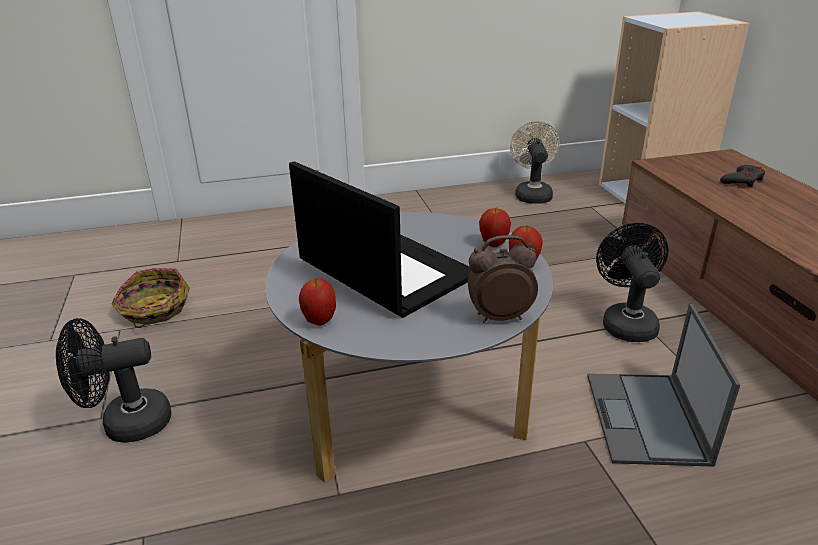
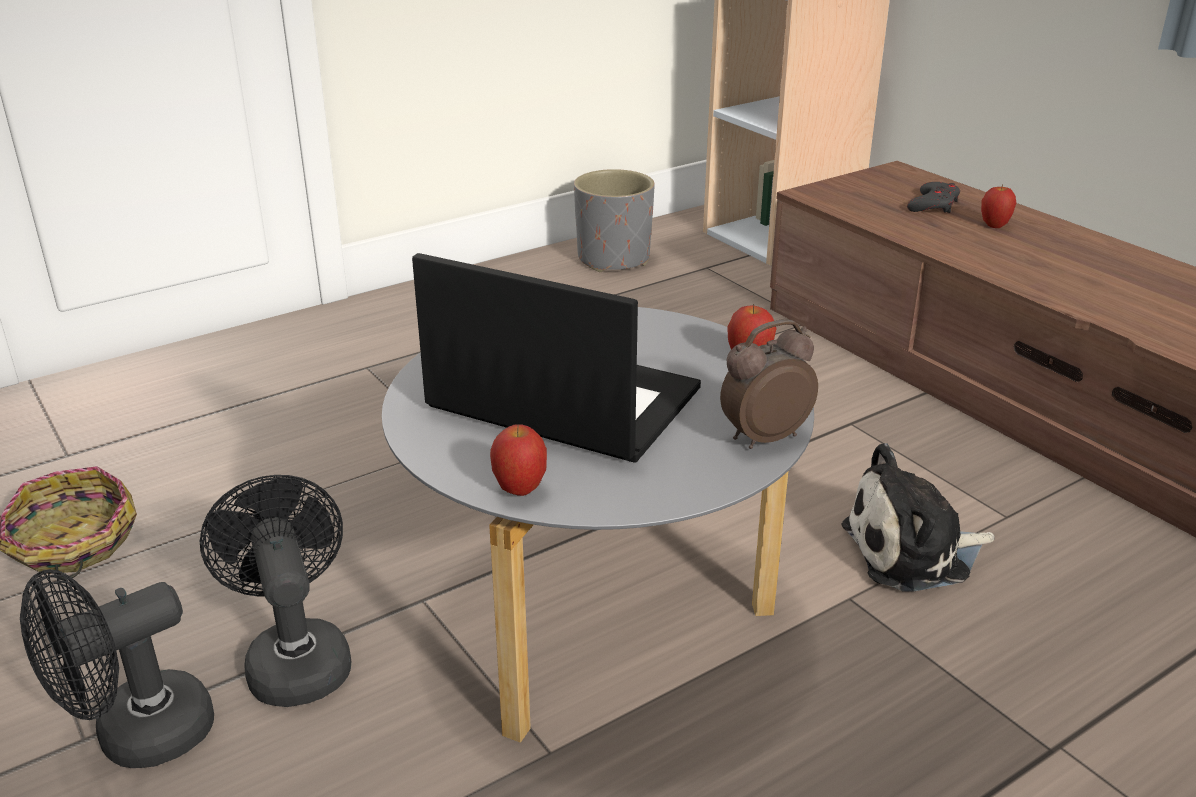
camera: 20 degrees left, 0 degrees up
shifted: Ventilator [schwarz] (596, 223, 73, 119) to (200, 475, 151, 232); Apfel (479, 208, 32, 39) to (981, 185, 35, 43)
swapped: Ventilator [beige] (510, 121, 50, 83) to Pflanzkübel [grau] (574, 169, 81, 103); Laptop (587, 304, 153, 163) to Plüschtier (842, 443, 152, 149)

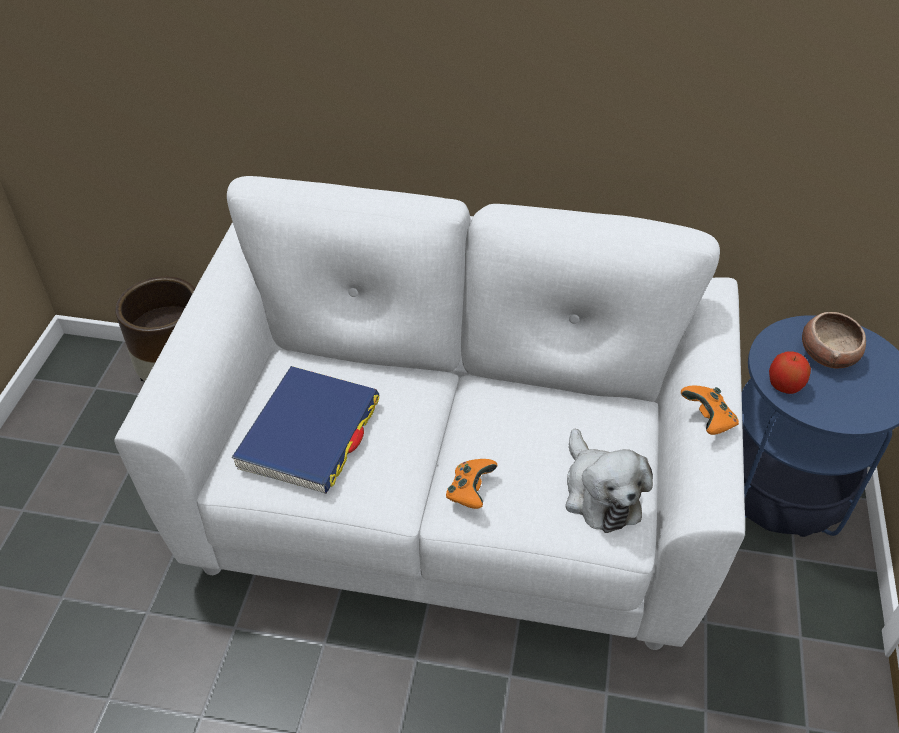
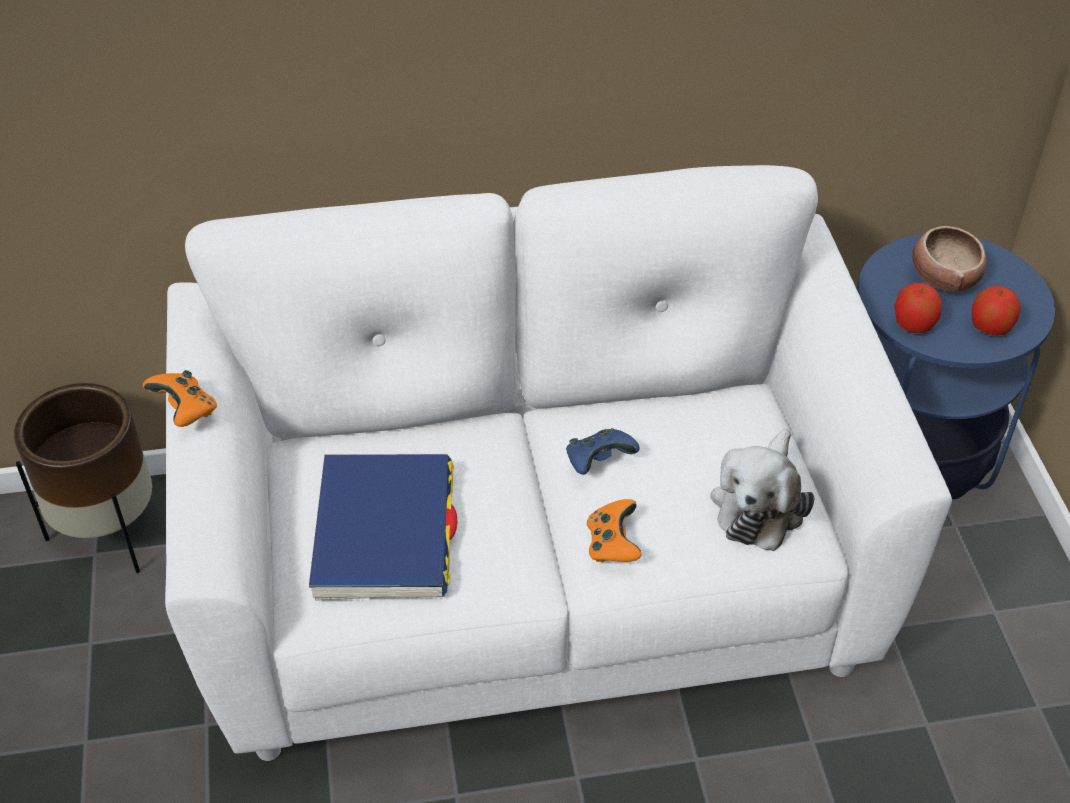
camera: 20 degrees left, 0 degrees up
new: Gamepad [blau] (566, 428, 74, 47); Apfel (972, 286, 49, 49)
shifted: Gamepad [orange] (681, 385, 58, 50) to (143, 370, 74, 57)
rotated: Plüschtier (565, 429, 88, 104) = (710, 429, 104, 122) 60 degrees clockwise

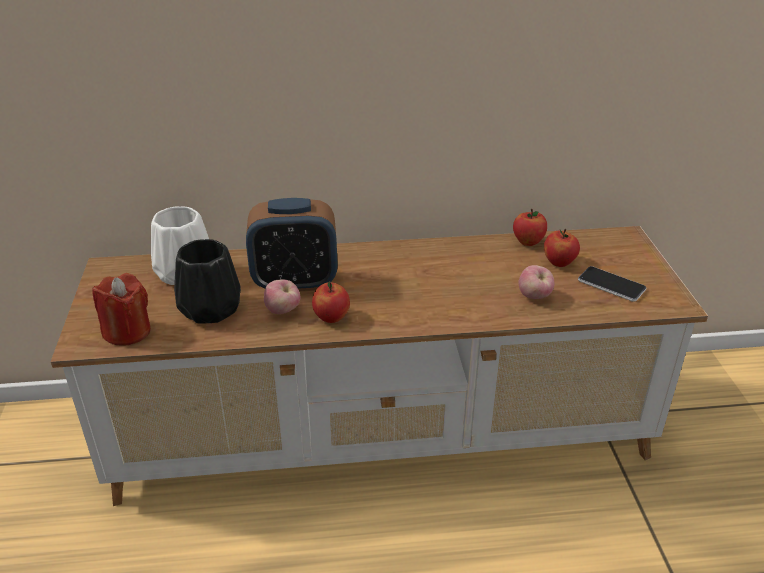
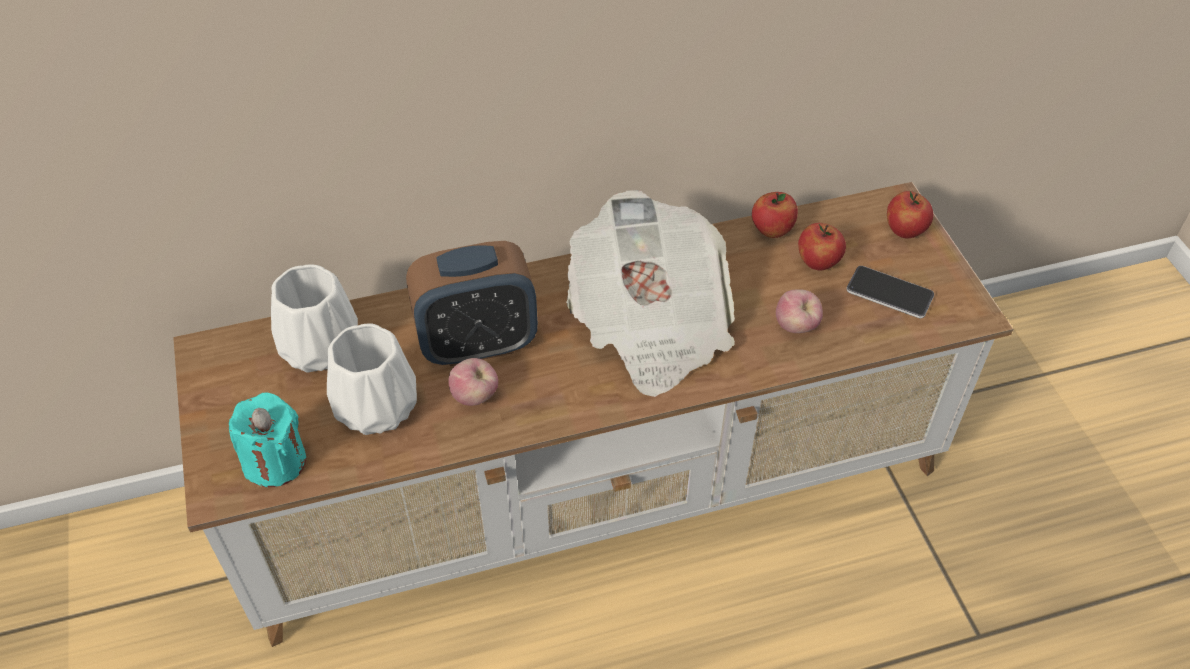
camera: 10 degrees left, 15 degrees up
new: Zeitung (566, 190, 169, 207)
shifted: Apfel (312, 281, 38, 42) to (887, 191, 46, 47)
repainted: Kerze [rot] (92, 273, 59, 73) to Kerze [türkis] (229, 392, 77, 95); Vase [schwarz] (174, 239, 67, 85) to Vase [weiß] (327, 323, 90, 112)

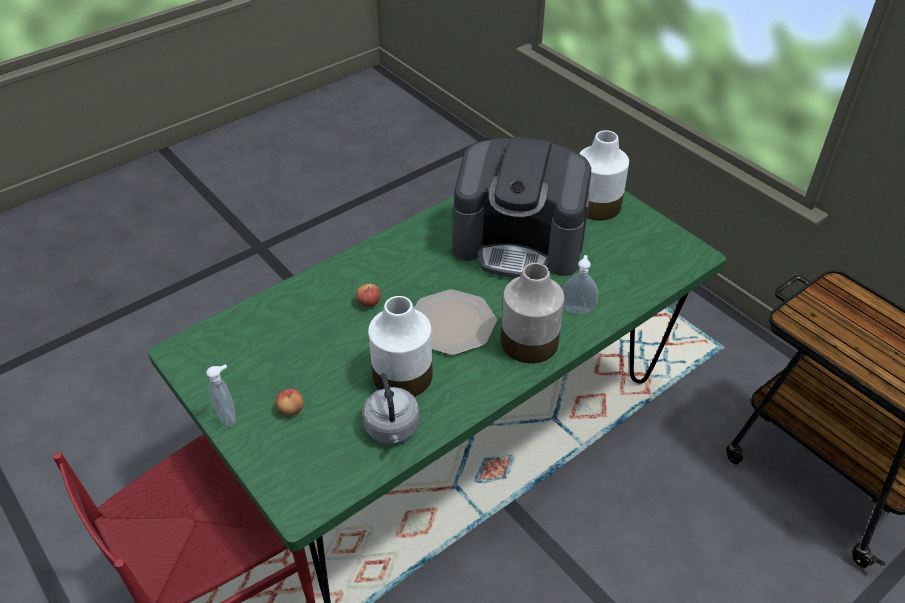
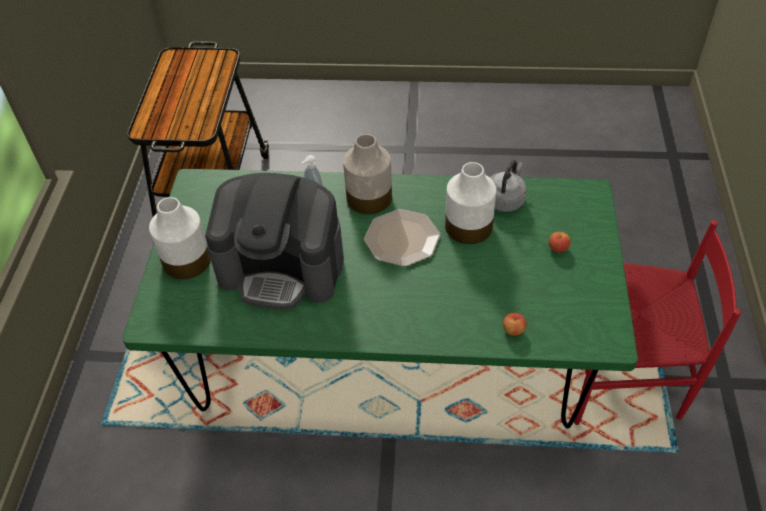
camera: 135 degrees left, 5 degrees up
gone: Seifenspender (206, 364, 30, 63)
shifted: Apfel (356, 284, 25, 23) to (503, 313, 24, 23)
rotated: Kaffeemaschine (453, 137, 138, 141) = (205, 173, 139, 136) 135 degrees clockwise

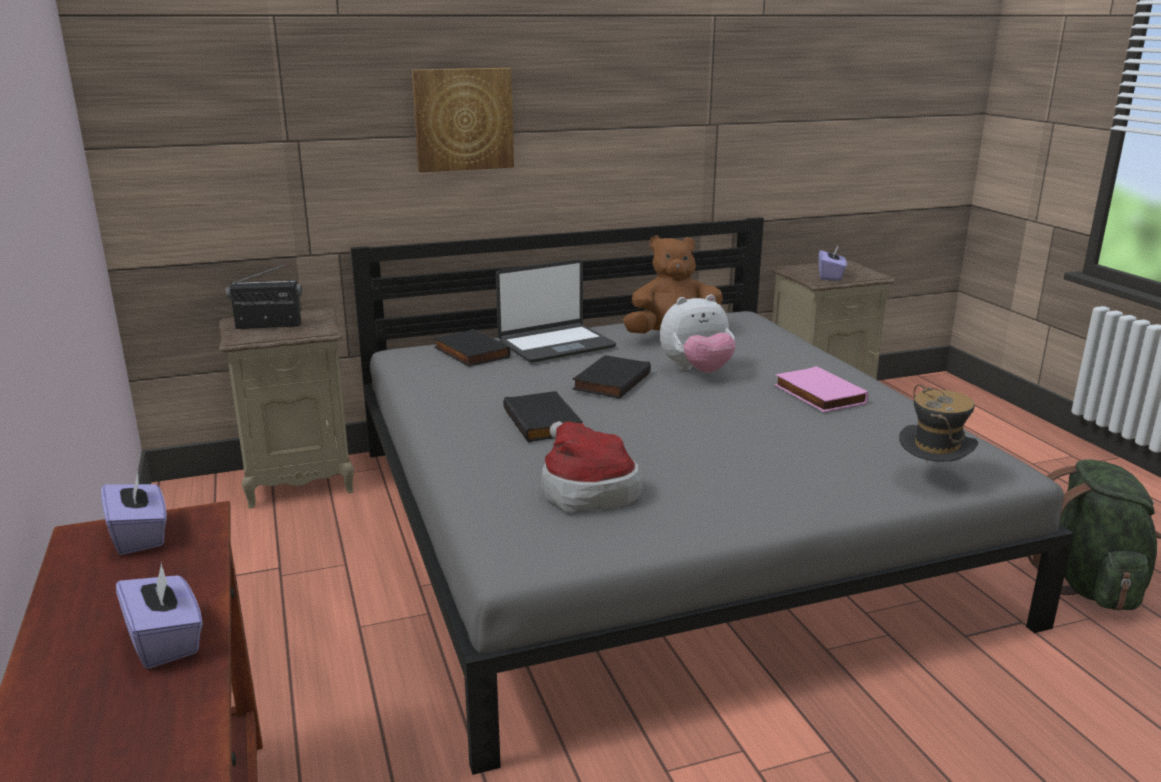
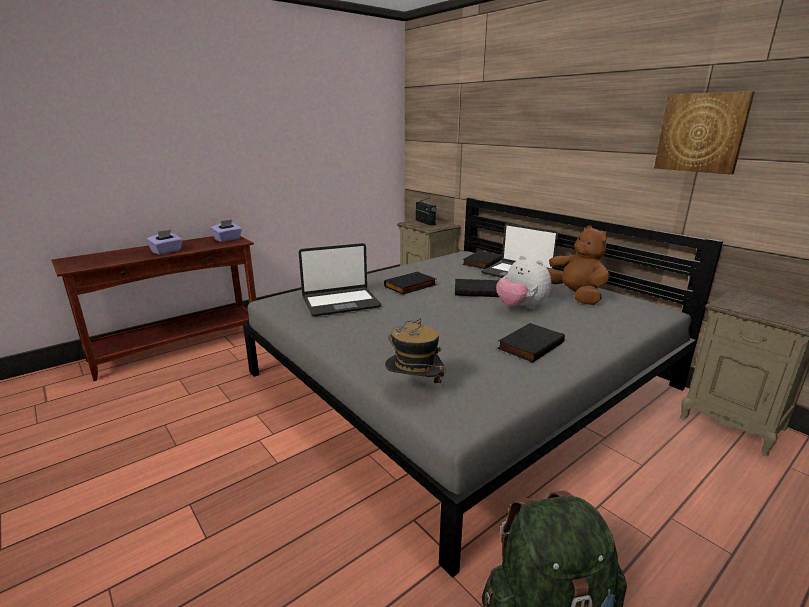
camera: 70 degrees right, 0 degrees up
gone: Taschentuchbox [lila] (819, 246, 28, 35)
shifted: Bild (412, 68, 102, 104) to (654, 91, 101, 83)
swapped: Hut (542, 421, 101, 90) to Laptop (299, 243, 82, 73)
repainted: Buch [rosa] (775, 366, 94, 46) to Buch [schwarz] (498, 323, 67, 40)

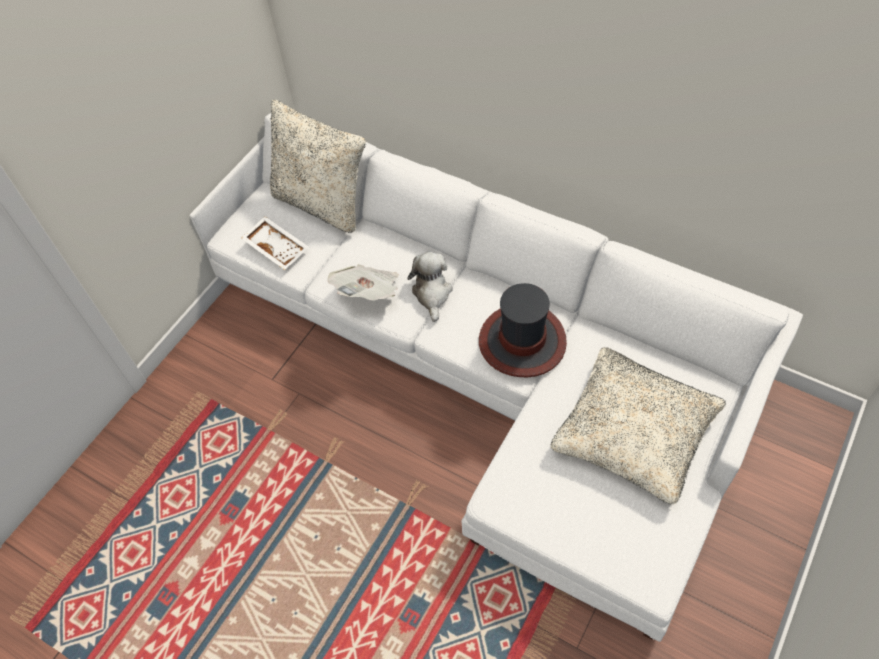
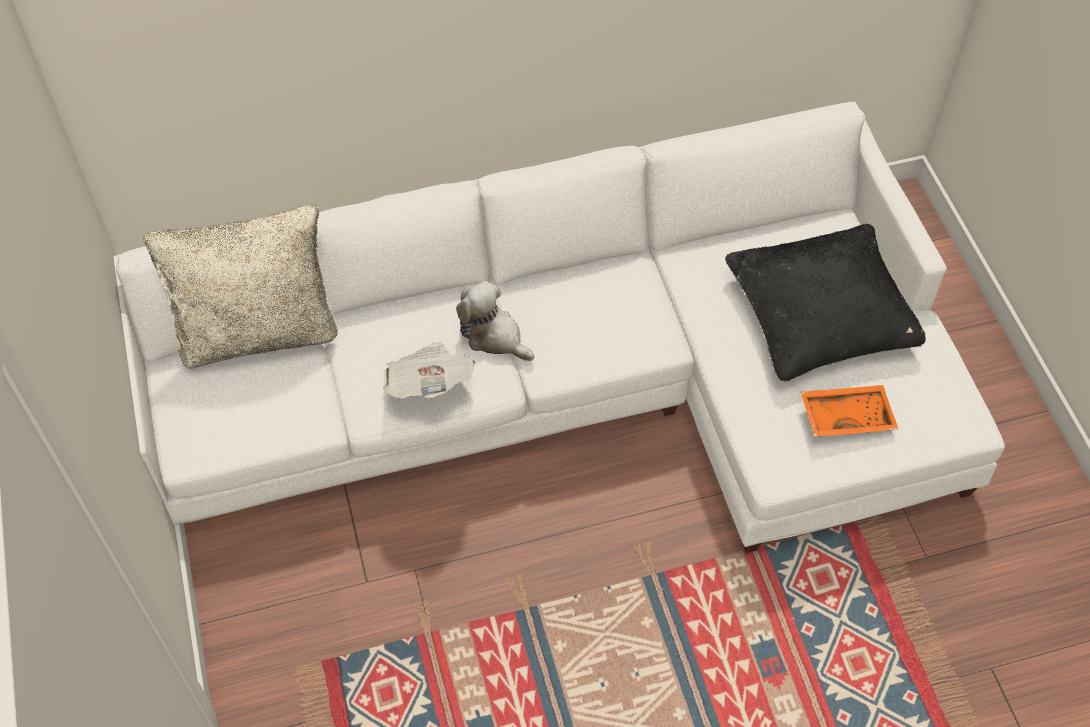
camera: 50 degrees left, 0 degrees up
gone: Tablett [weiß] (241, 216, 67, 54); Hut (479, 283, 88, 94)
new: Tablett [orange] (800, 385, 99, 52)
repainted: Kissen [beige] (550, 347, 176, 158) to Kissen [schwarz] (725, 224, 201, 157)

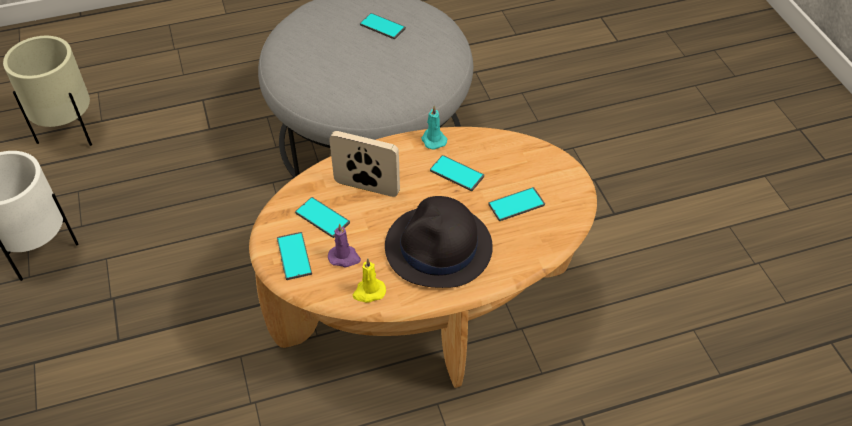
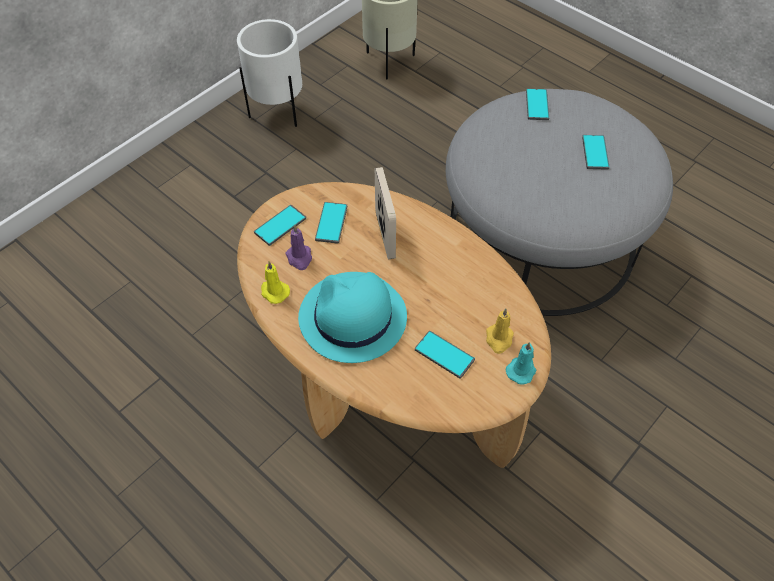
camera: 60 degrees right, 5 degrees up
new: Kerze [gelb] (486, 308, 28, 46)
shifted: Kerze [türkis] (421, 106, 26, 44) to (506, 342, 31, 43); Handy (430, 155, 54, 36) to (526, 89, 23, 31)
repainted: Hut [schwarz] (385, 196, 108, 92) to Hut [türkis] (298, 272, 109, 91)

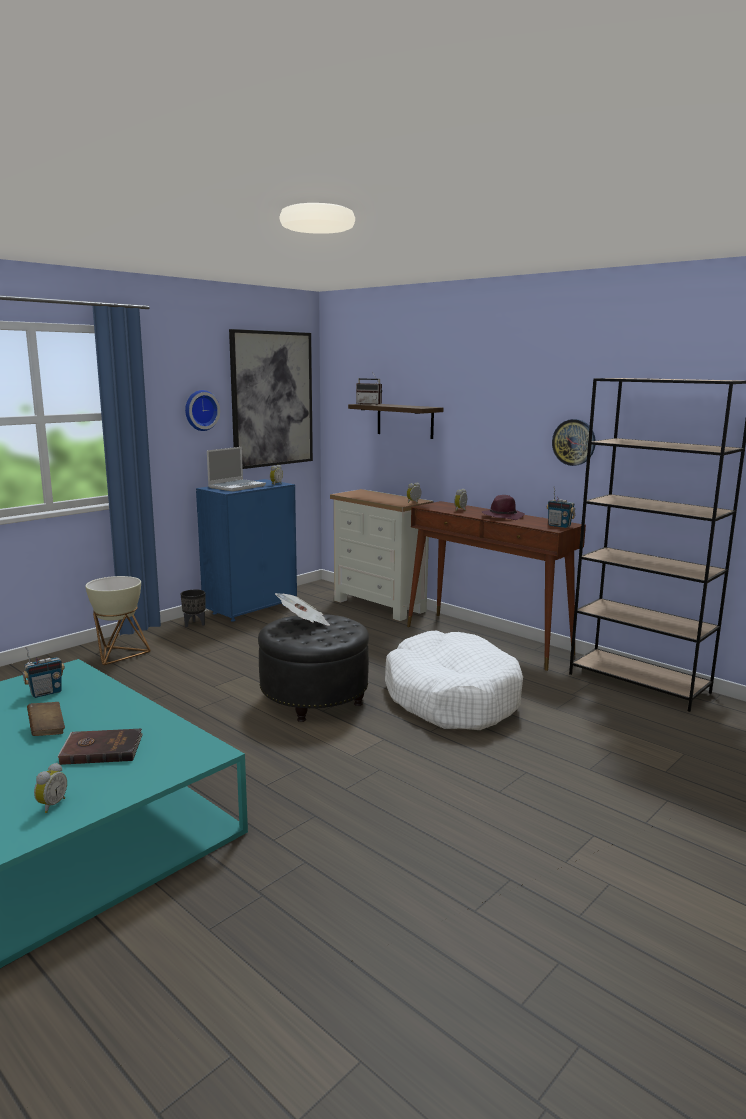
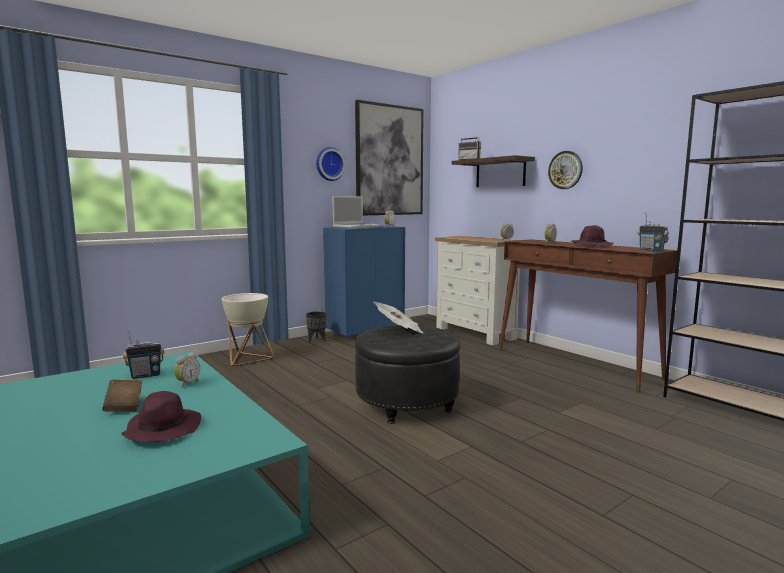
camera: 10 degrees right, 5 degrees down
gone: Hundebett [weiß] (385, 631, 138, 99)
shifted: Wecker (34, 763, 33, 50) to (174, 352, 26, 36); Wanduhr (552, 419, 44, 47) to (548, 151, 35, 38)
swapped: Buch [braun] (58, 729, 85, 36) to Hut [lila] (121, 391, 80, 51)

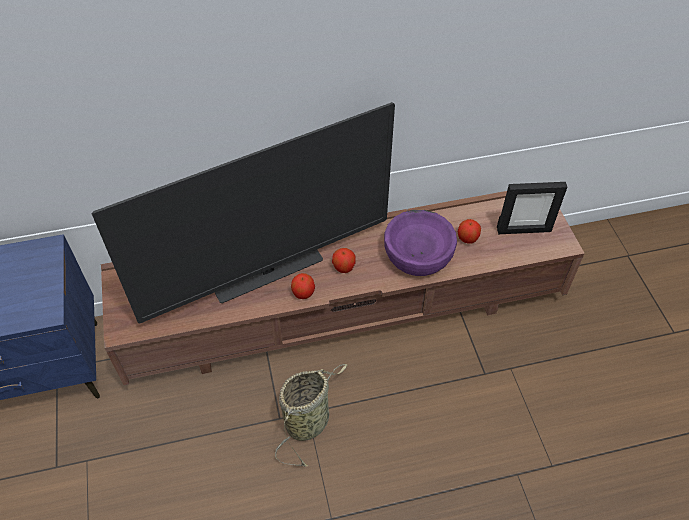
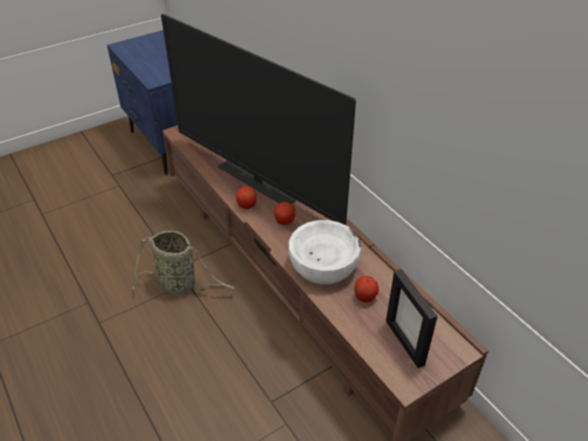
camera: 70 degrees right, 10 degrees down
repainted: Schüssel [lila] (384, 210, 73, 66) to Schüssel [weiß] (288, 220, 73, 64)

